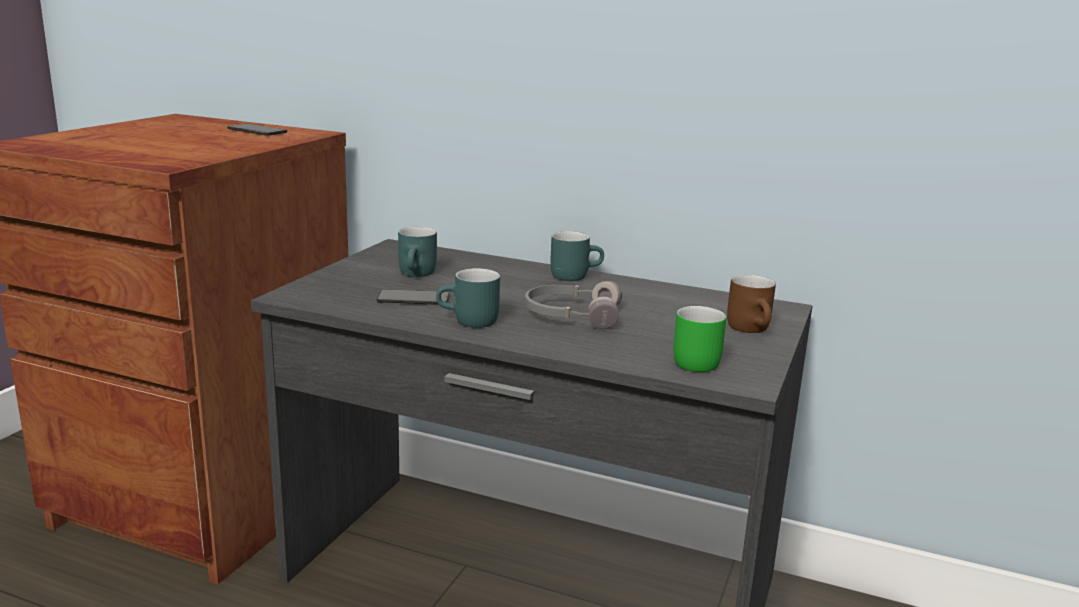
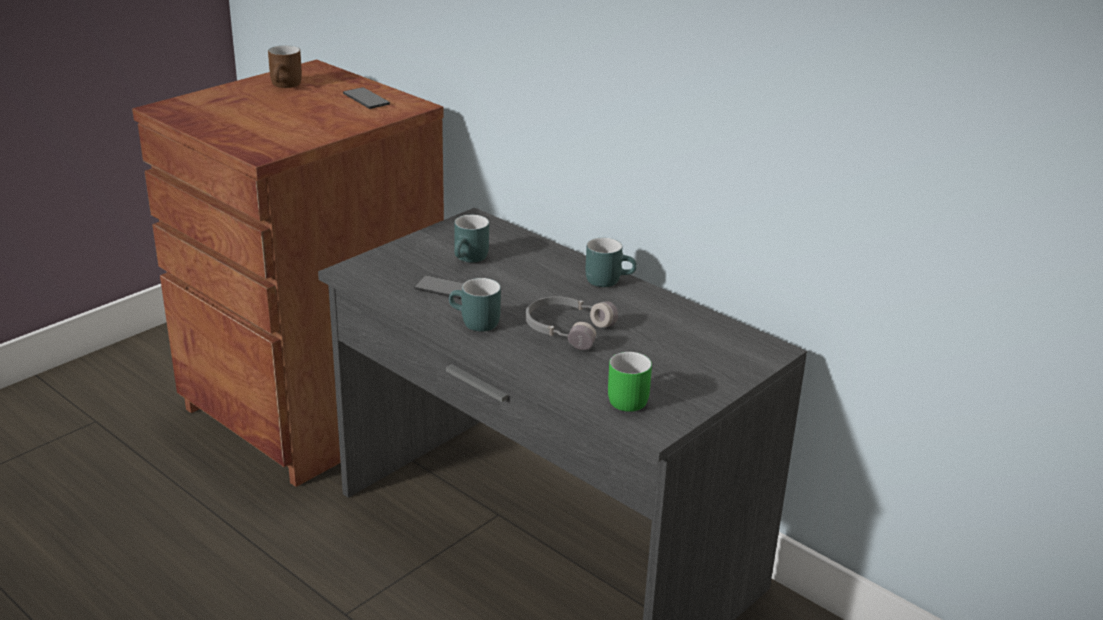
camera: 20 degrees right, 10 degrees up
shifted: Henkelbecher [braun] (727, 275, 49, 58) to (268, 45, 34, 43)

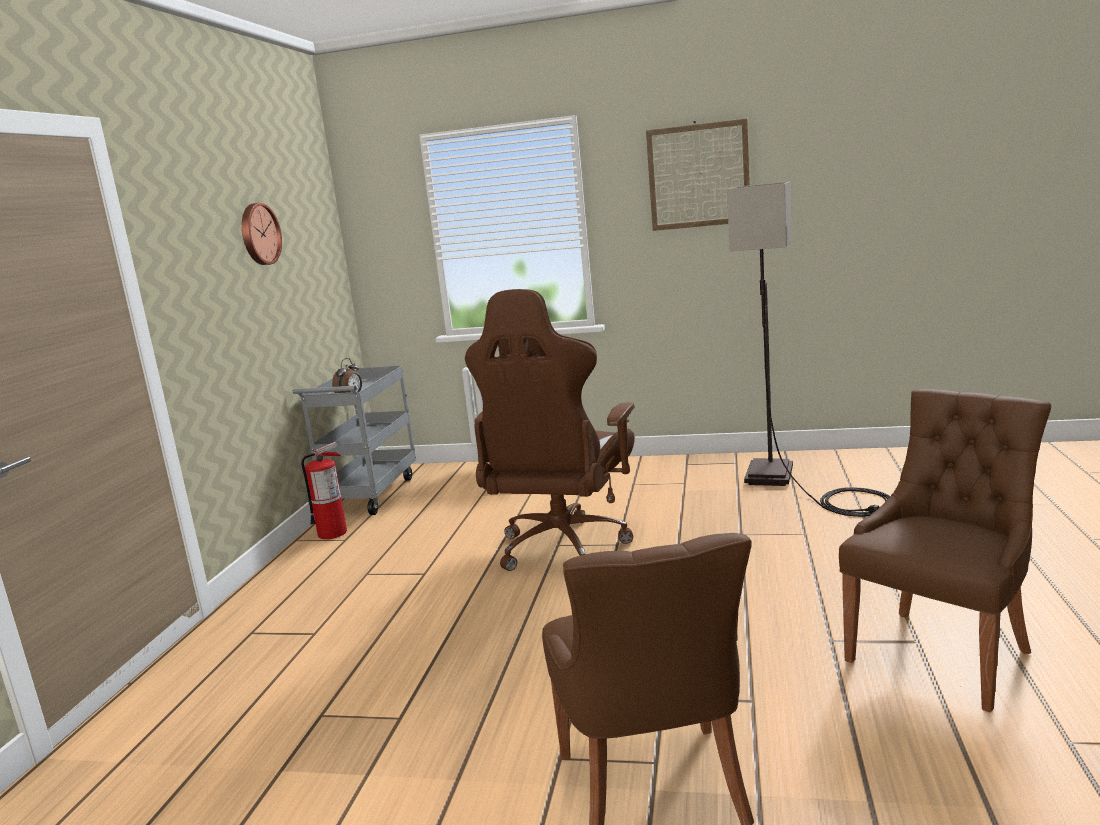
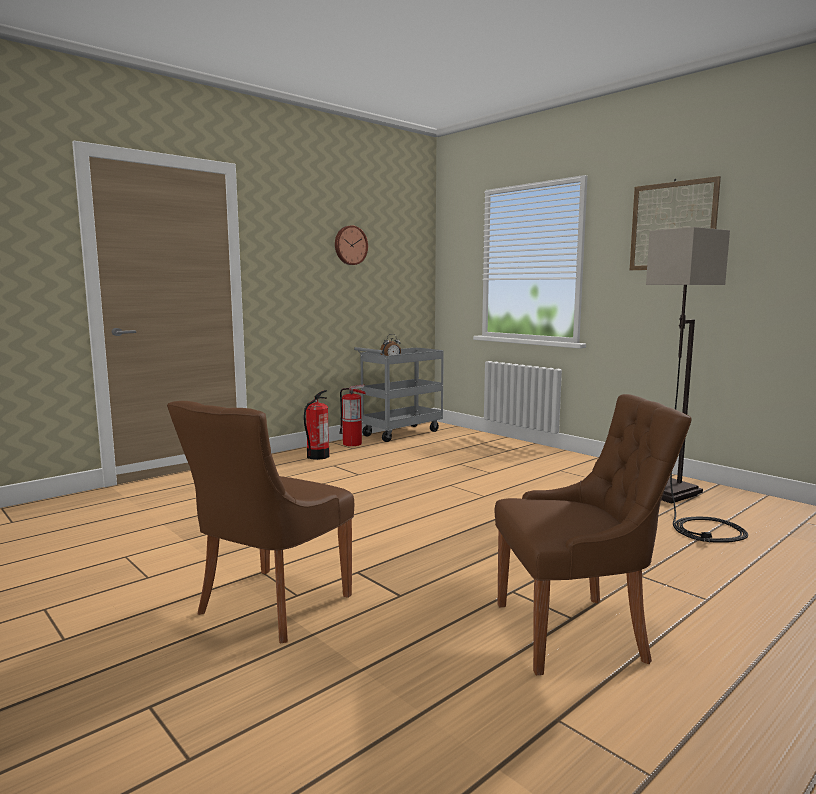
camera: 35 degrees right, 5 degrees down
gone: Bürostuhl [braun] (465, 289, 170, 282)
new: Feuerlöscher (304, 390, 25, 70)

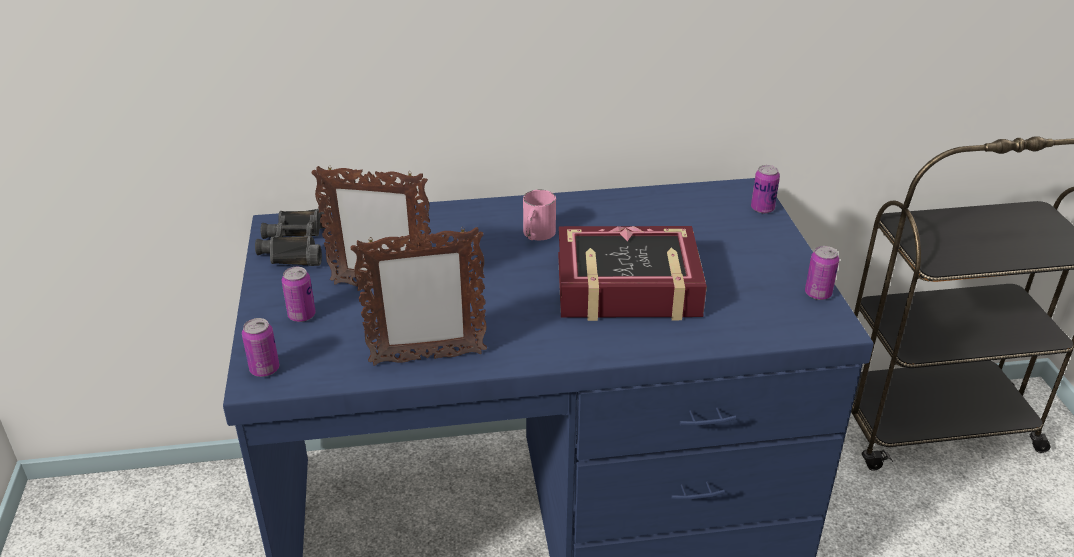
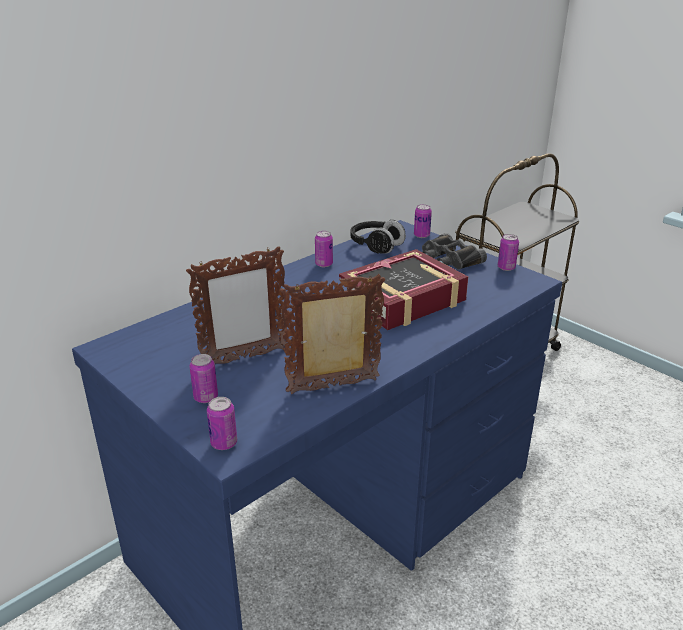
camera: 35 degrees left, 5 degrees down
gone: Henkelbecher [rosa] (523, 190, 33, 50)
new: Dose (315, 231, 18, 36); Kopfhörer [schwarz] (351, 220, 55, 34)
shifted: Fernglas [schwarz] (255, 208, 74, 58) to (422, 233, 65, 37)
rotated: Bilderrahmen (351, 227, 136, 139) = (280, 274, 105, 120) 150 degrees counterclockwise

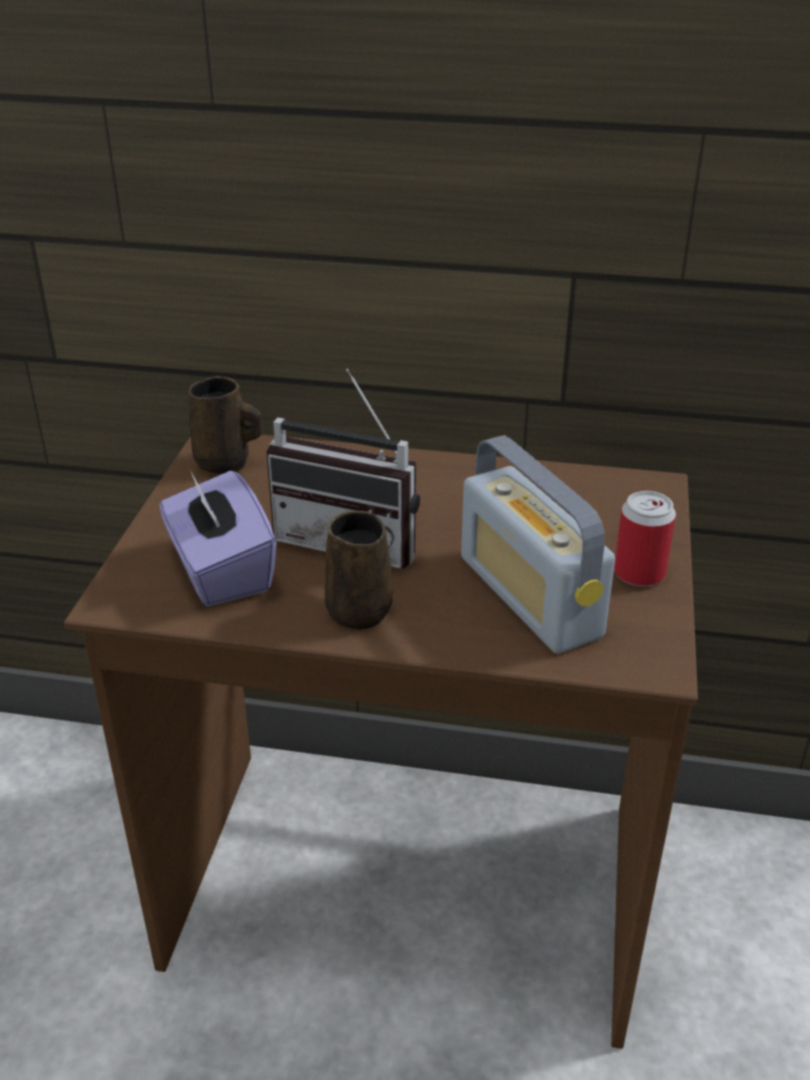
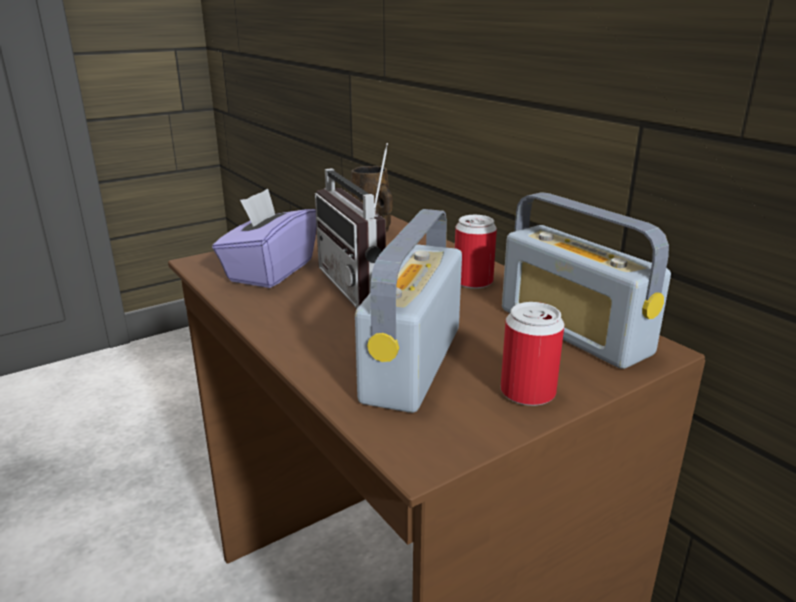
camera: 45 degrees right, 10 degrees down
gone: Henkelbecher [braun] (325, 511, 68, 119)
new: Dose (455, 215, 42, 74); Radio (502, 192, 169, 177)

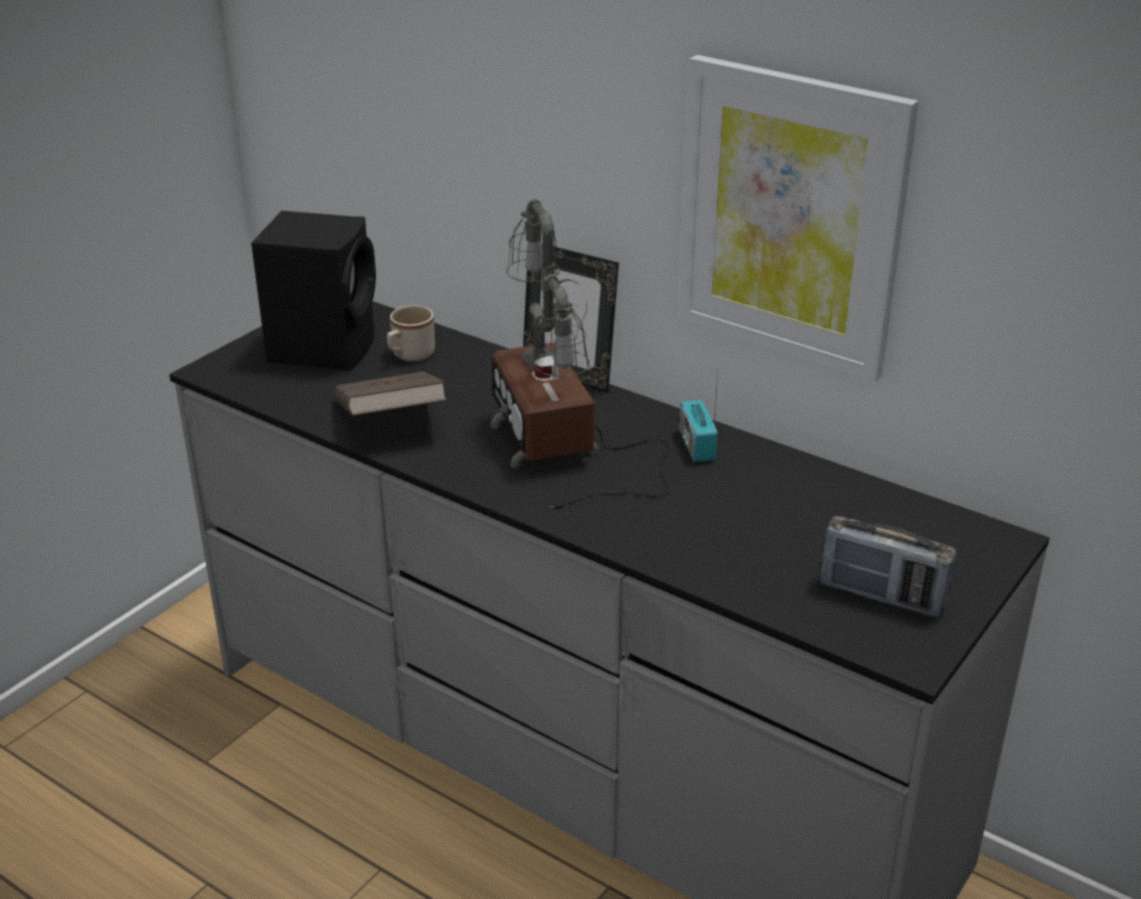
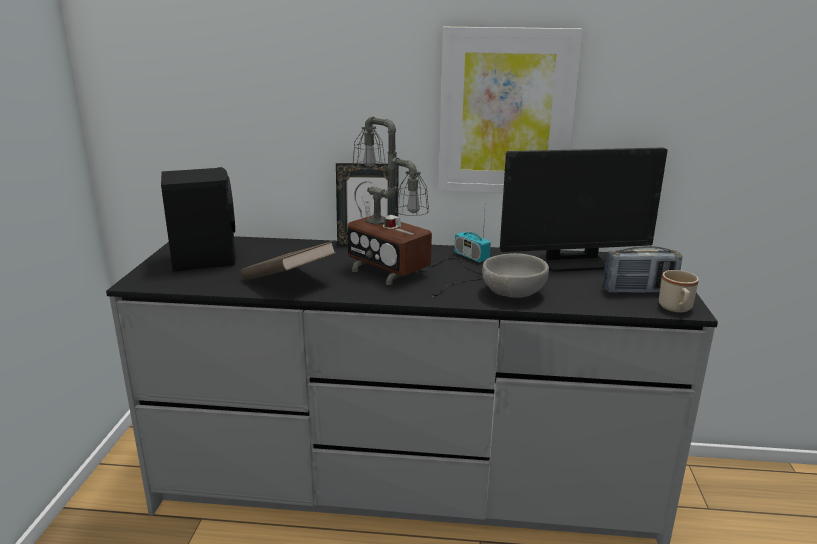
camera: 30 degrees left, 10 degrees down
new: Schüssel [grau] (482, 253, 67, 45); Monitor (500, 148, 168, 124)
shifted: Henkelbecher [beige] (387, 305, 48, 57) to (659, 270, 40, 42)

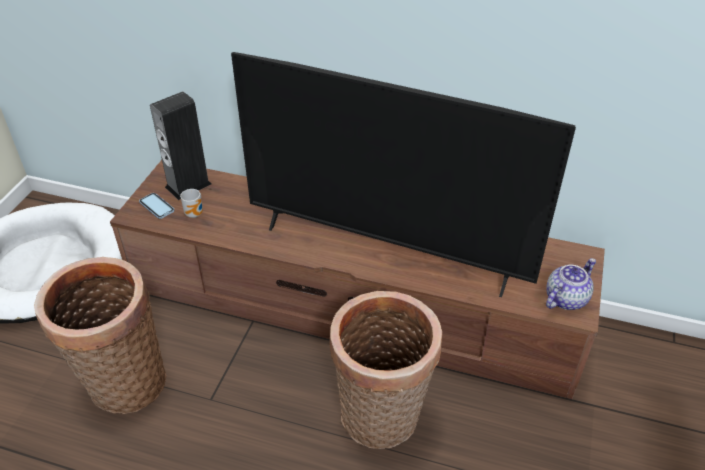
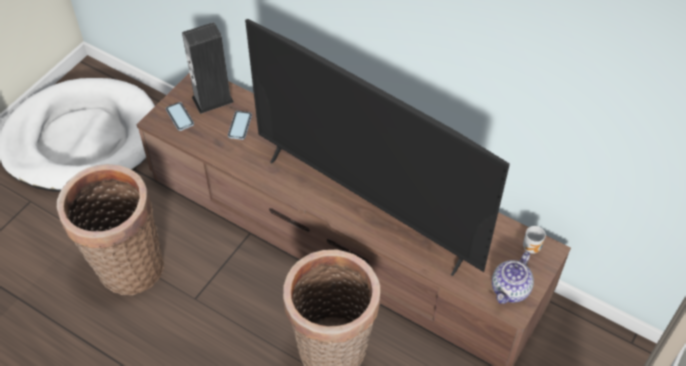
camera: 15 degrees right, 10 degrees up
new: Handy (228, 111, 24, 29)
shifted: Henkelbecher (180, 189, 23, 29) to (523, 226, 23, 28)
rotated: Teekanne (546, 258, 50, 52) = (492, 251, 42, 53) 150 degrees clockwise

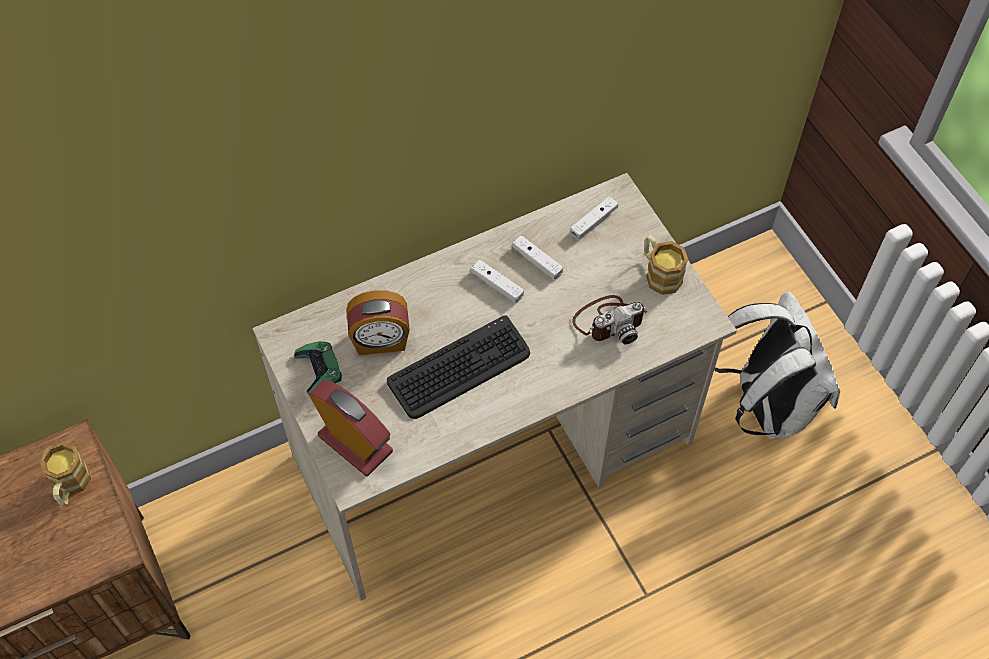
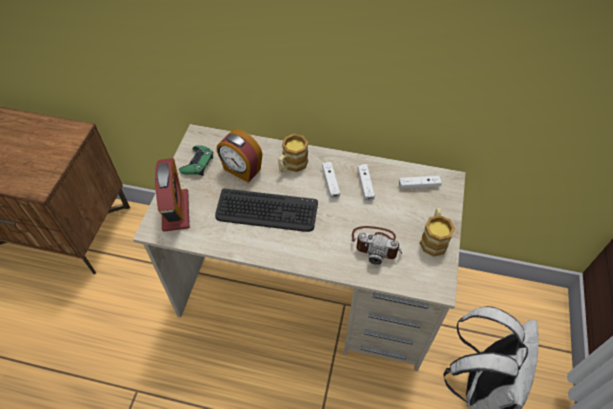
camera: 40 degrees right, 5 degrees down
shifted: Henkelbecher (40, 442, 51, 64) to (278, 134, 30, 38)

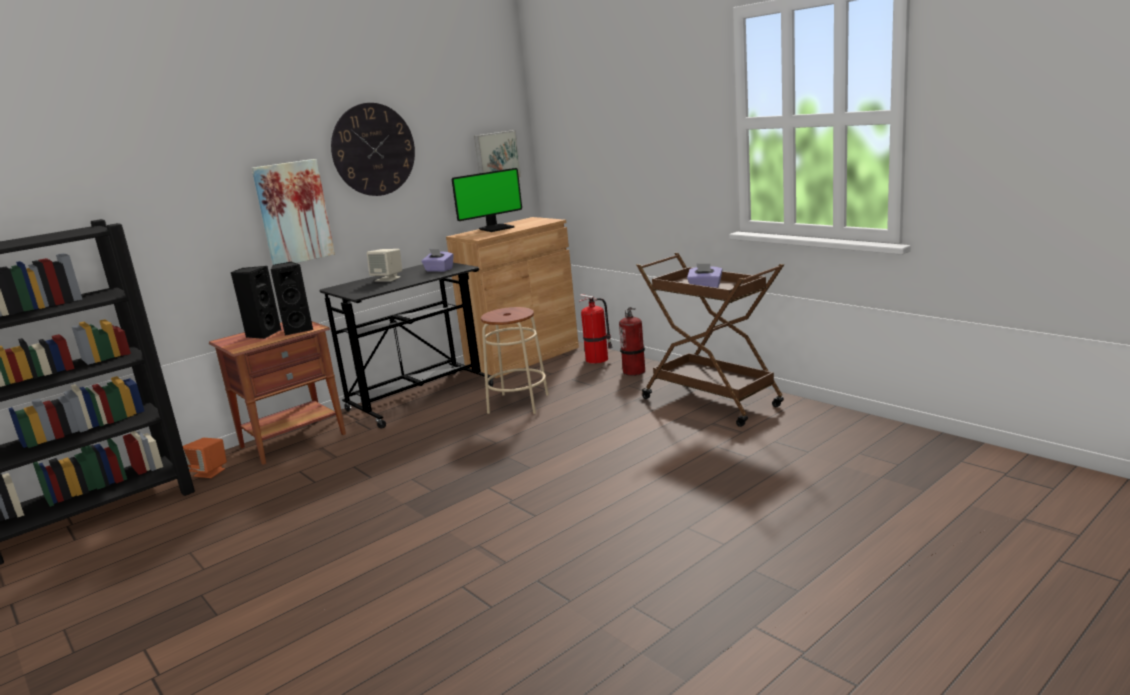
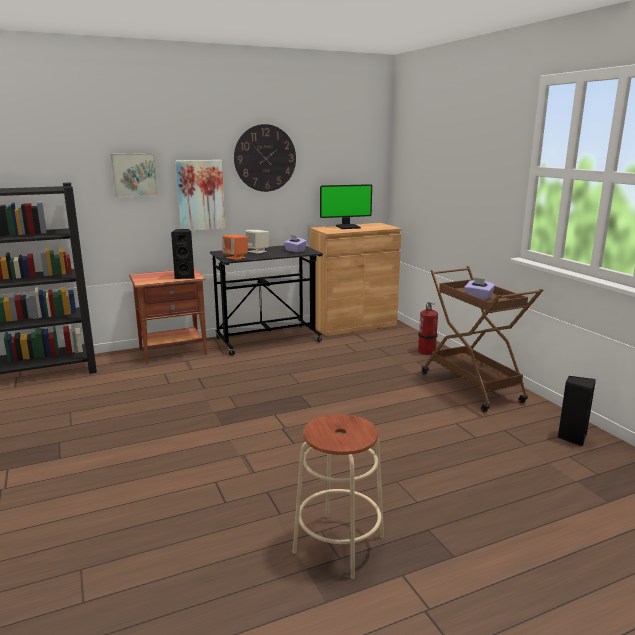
camera: 15 degrees right, 0 degrees up
gone: Feuerlöscher (579, 294, 34, 69)
shifted: Bild (474, 130, 47, 48) to (110, 153, 48, 44); Lautsprecher [orange] (183, 438, 44, 40) to (222, 235, 26, 25); Hocker [beige] (481, 307, 68, 107) to (293, 414, 91, 165); Lautsprecher [schwarz] (231, 266, 50, 73) to (558, 376, 38, 70)

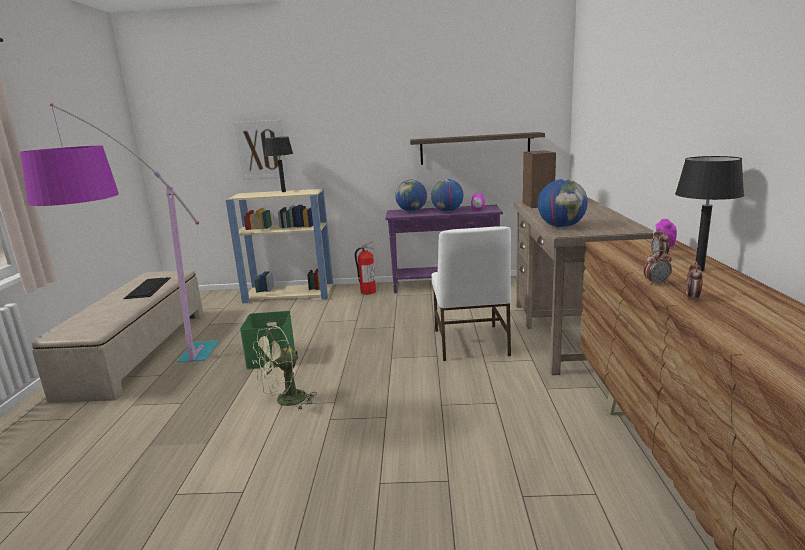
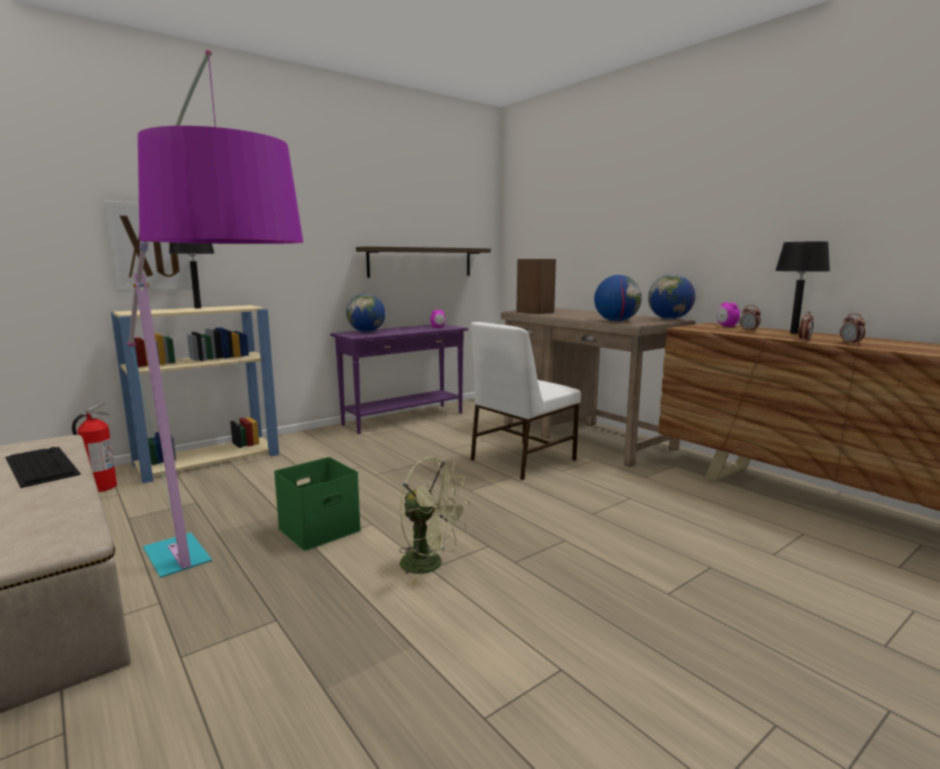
camera: 40 degrees left, 5 degrees down
shifted: Feuerlöscher (355, 241, 21, 54) to (72, 402, 45, 90); Globus (431, 179, 32, 33) to (648, 274, 48, 45)
rotated: Ventilator [grün] (253, 326, 64, 84) = (399, 457, 71, 128) 75 degrees counterclockwise; Stuhl [weiß] (432, 226, 79, 135) = (471, 322, 110, 158) 90 degrees clockwise

